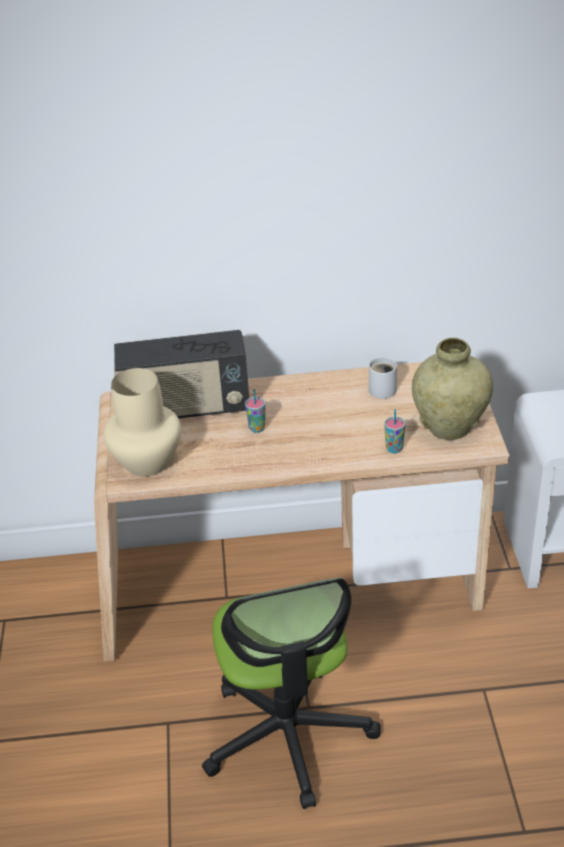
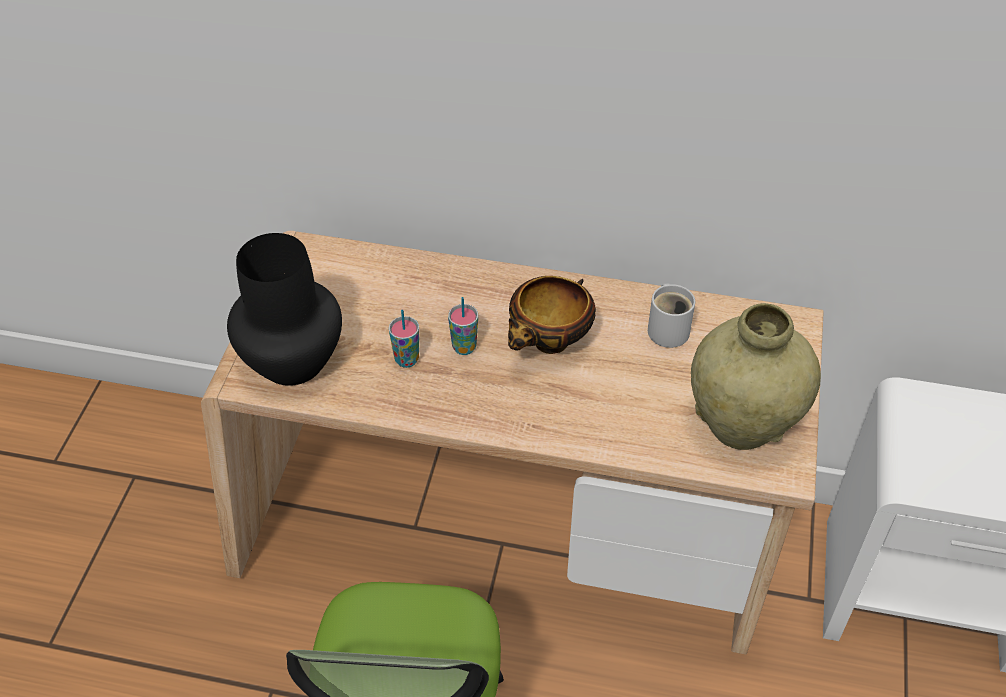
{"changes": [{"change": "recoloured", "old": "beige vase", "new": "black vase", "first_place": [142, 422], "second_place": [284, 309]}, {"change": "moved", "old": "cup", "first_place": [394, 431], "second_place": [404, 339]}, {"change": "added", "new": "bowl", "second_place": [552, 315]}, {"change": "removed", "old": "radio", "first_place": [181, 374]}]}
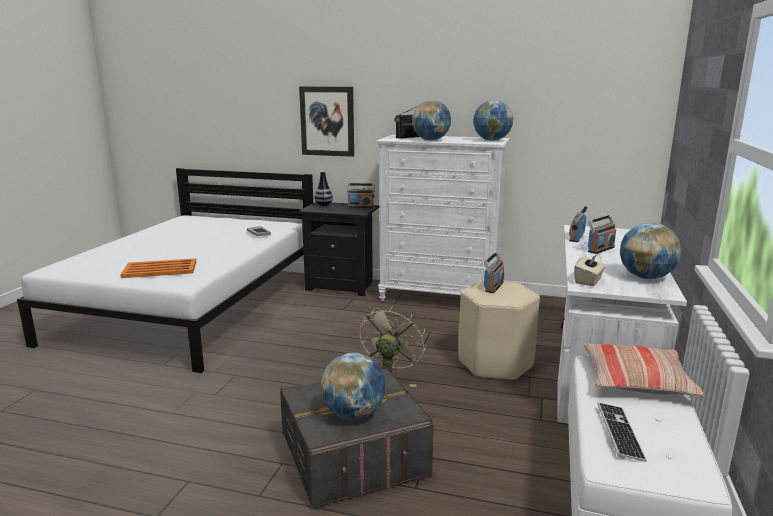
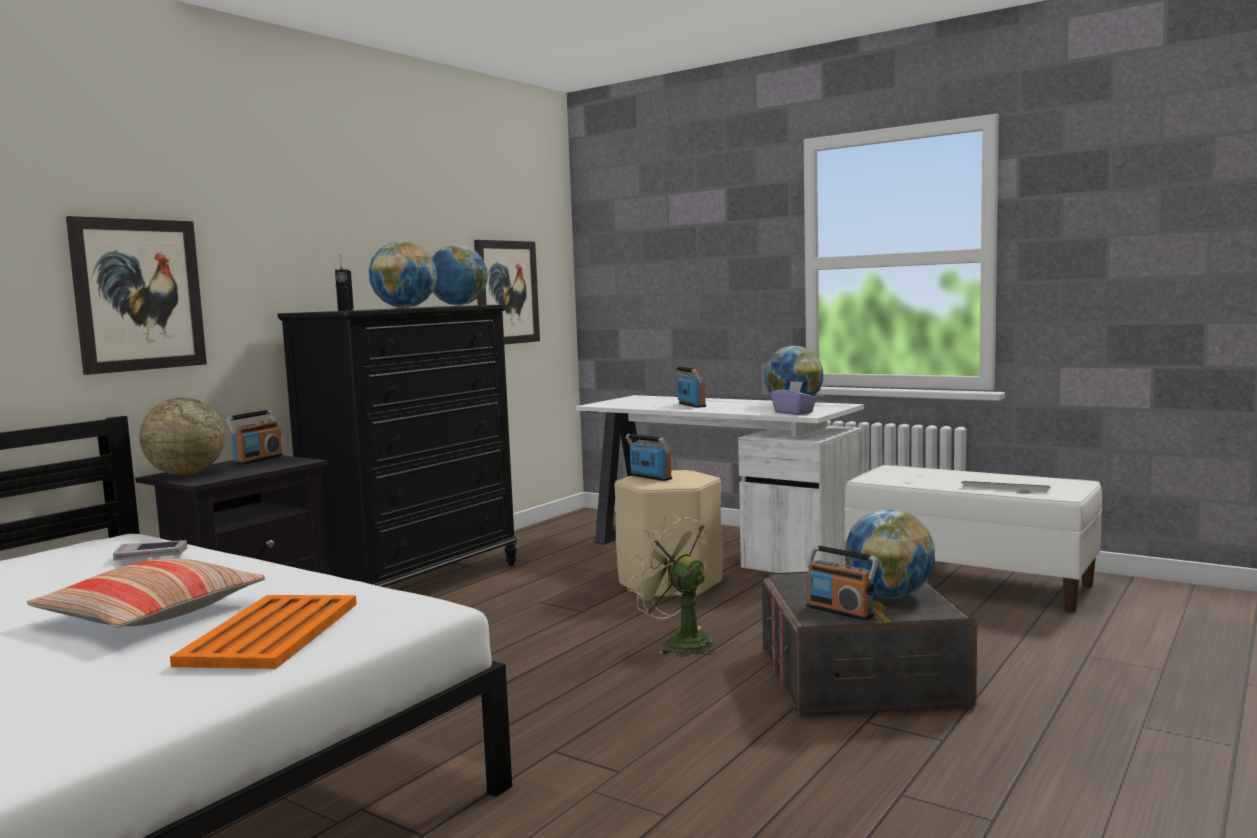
{"changes": [{"change": "moved", "old": "pillow", "first_place": [644, 369], "second_place": [145, 593]}, {"change": "replaced", "old": "vase", "new": "globe", "first_place": [323, 188], "second_place": [182, 436]}, {"change": "recoloured", "old": "white dresser", "new": "black dresser", "first_place": [443, 218], "second_place": [397, 445]}, {"change": "added", "new": "picture", "second_place": [507, 292]}, {"change": "recoloured", "old": "beige tissue box", "new": "purple tissue box", "first_place": [589, 269], "second_place": [794, 398]}, {"change": "moved", "old": "radio", "first_place": [578, 224], "second_place": [842, 583]}]}
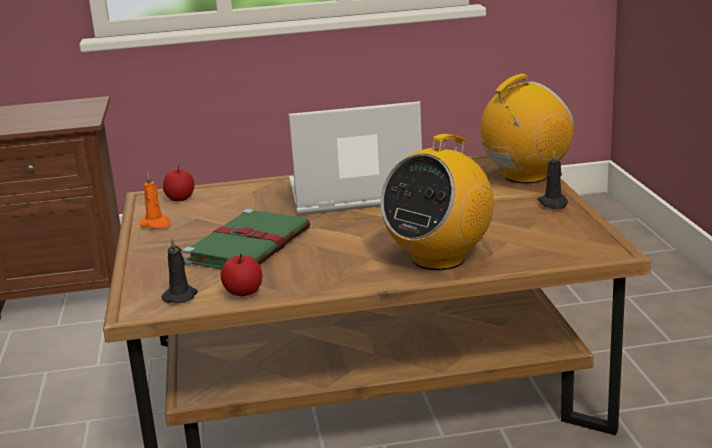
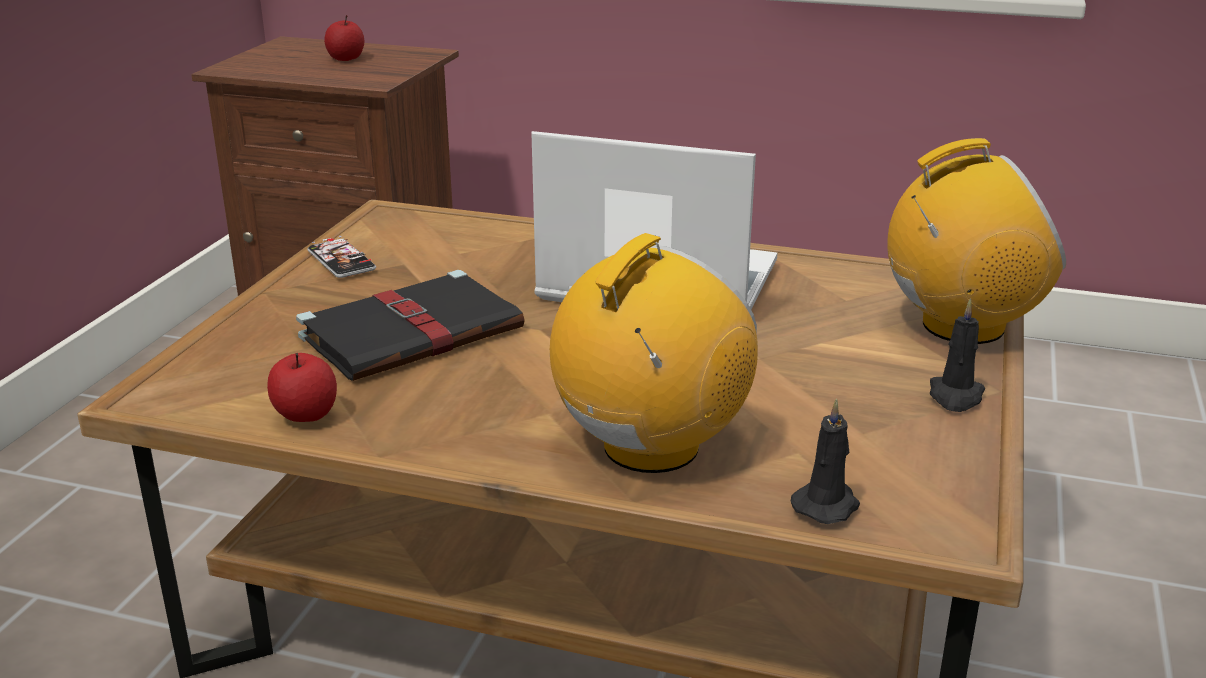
{"changes": [{"change": "recoloured", "old": "green book", "new": "black book", "first_place": [246, 239], "second_place": [410, 325]}, {"change": "replaced", "old": "orange candle", "new": "phone", "first_place": [155, 200], "second_place": [341, 257]}, {"change": "moved", "old": "apple", "first_place": [178, 183], "second_place": [344, 38]}, {"change": "turned", "old": "radio", "first_place": [437, 202], "second_place": [654, 353], "degrees": 150}, {"change": "moved", "old": "black candle", "first_place": [180, 270], "second_place": [825, 461]}]}
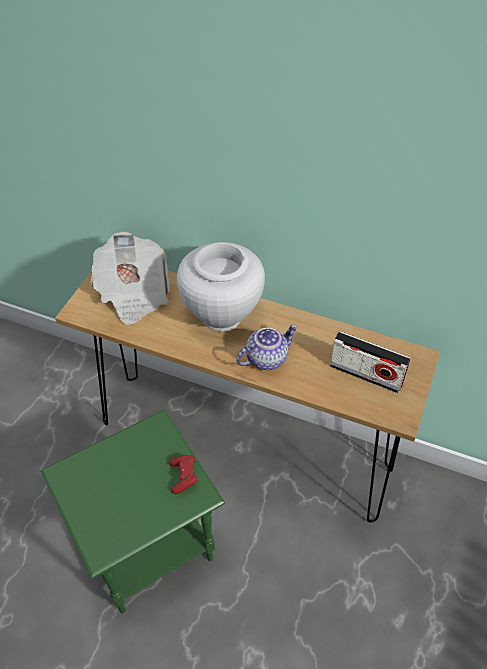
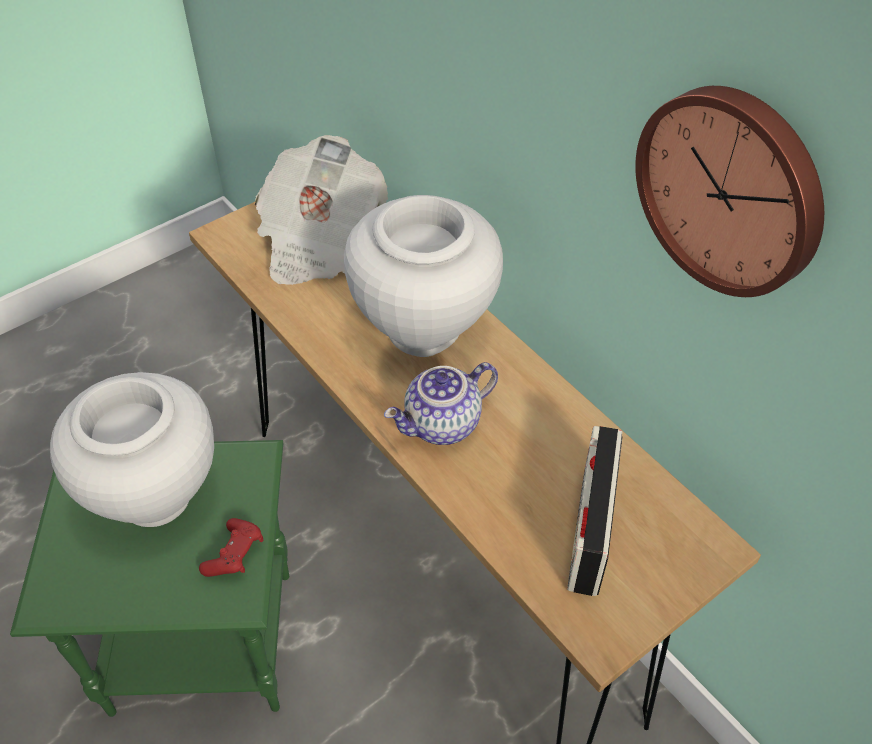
{"changes": [{"change": "added", "new": "white vase", "second_place": [132, 449]}, {"change": "turned", "old": "teapot", "first_place": [267, 347], "second_place": [441, 403], "degrees": 150}, {"change": "turned", "old": "radio", "first_place": [370, 362], "second_place": [594, 511], "degrees": 45}, {"change": "added", "new": "wall clock", "second_place": [729, 191]}]}
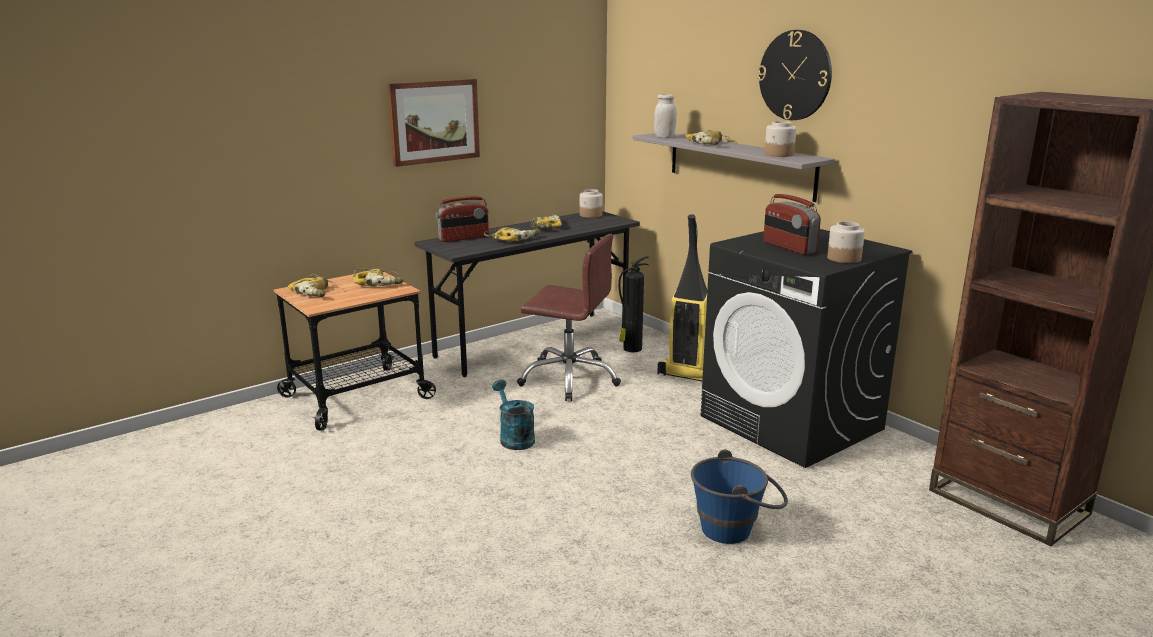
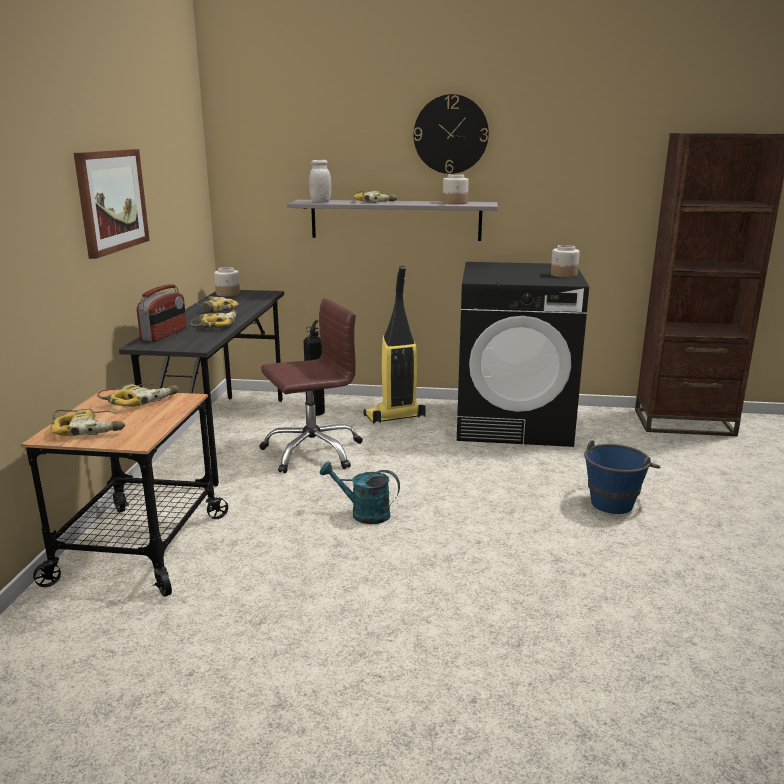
{"changes": [{"change": "removed", "old": "radio", "first_place": [792, 224]}]}
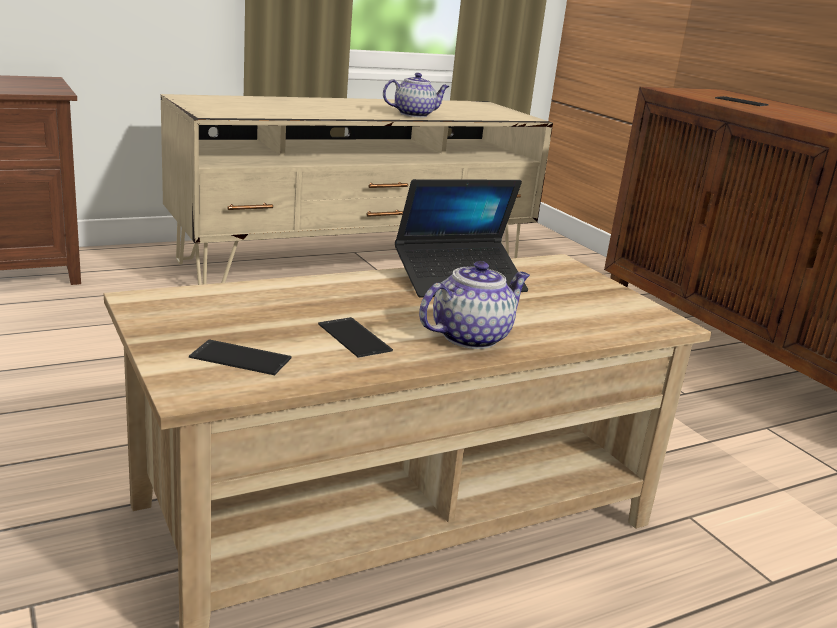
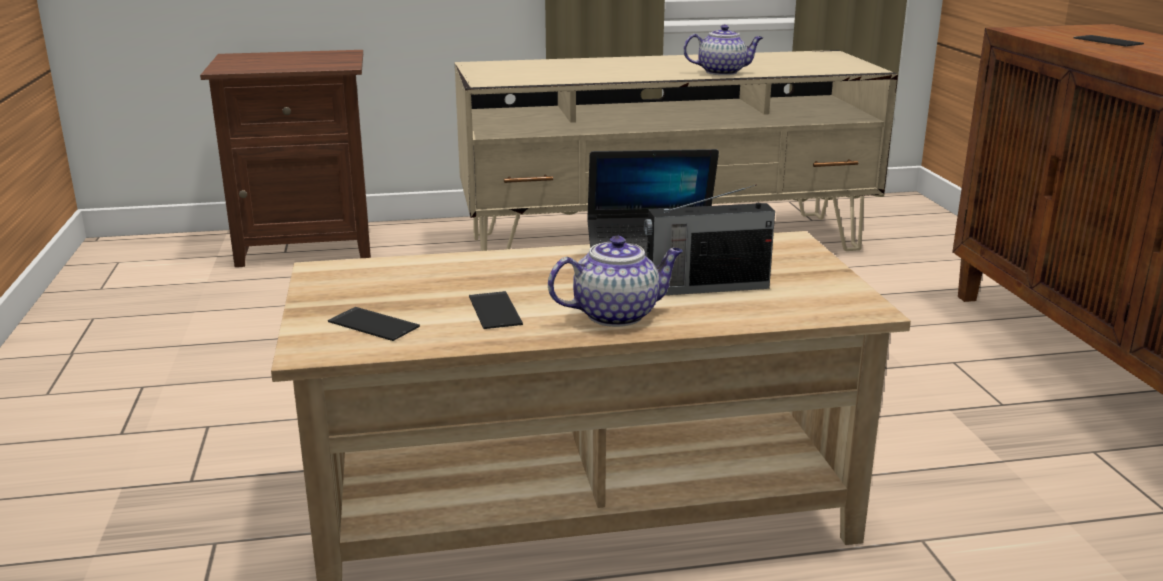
{"changes": [{"change": "added", "new": "radio", "second_place": [709, 240]}]}
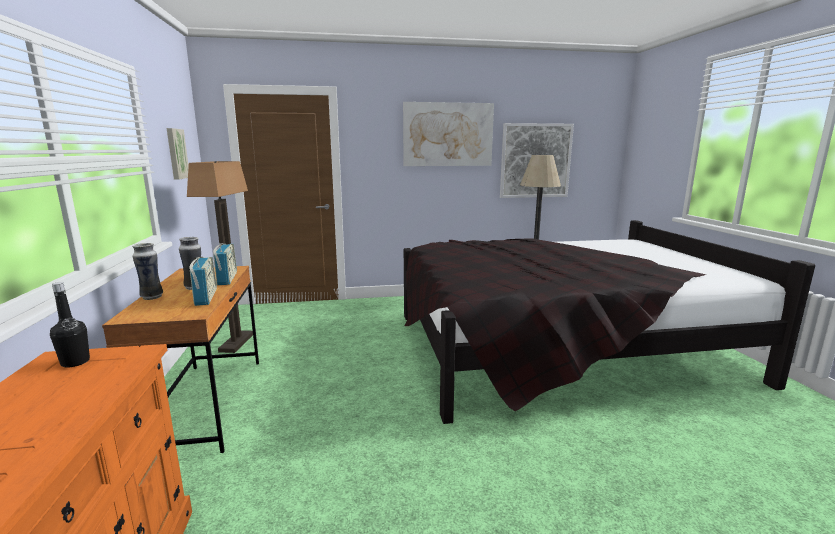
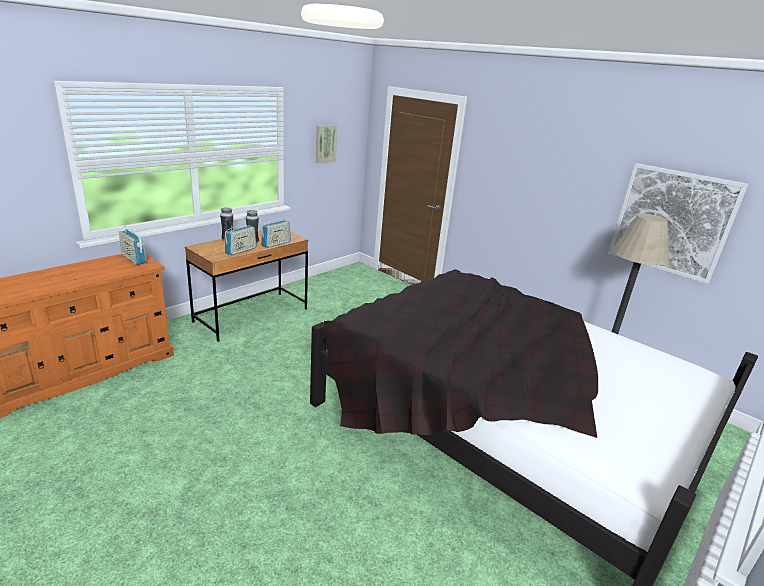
{"changes": [{"change": "replaced", "old": "black bottle", "new": "radio", "first_place": [70, 324], "second_place": [132, 246]}, {"change": "removed", "old": "floor lamp", "first_place": [220, 257]}, {"change": "removed", "old": "picture", "first_place": [448, 134]}]}
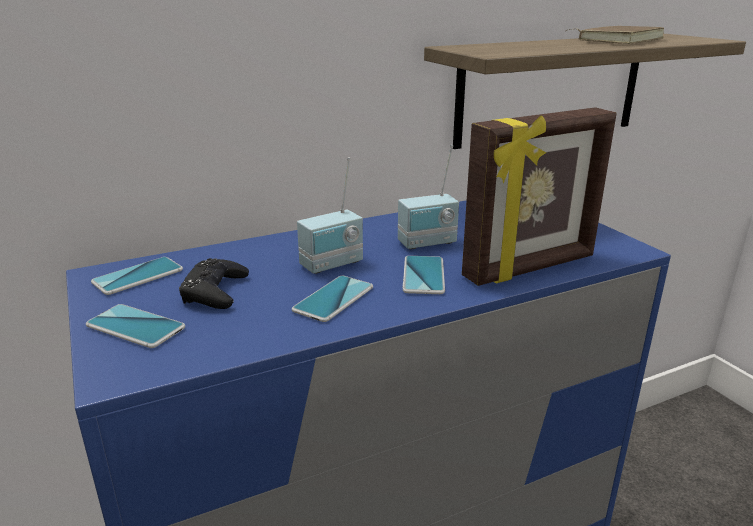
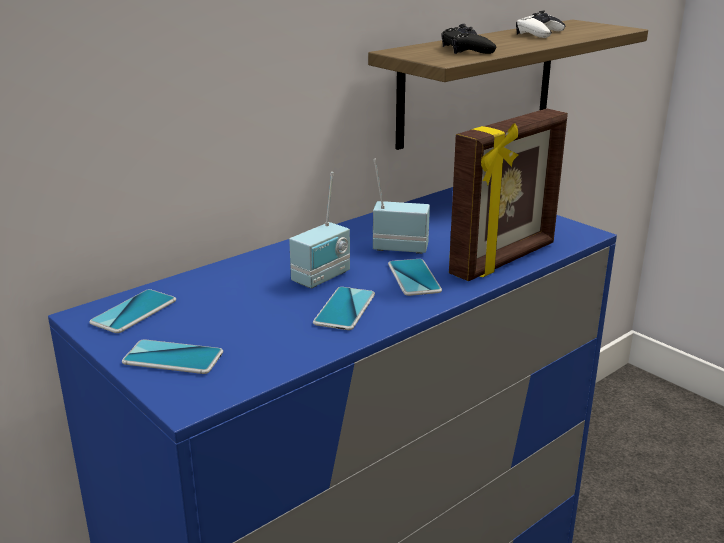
{"changes": [{"change": "turned", "old": "radio", "first_place": [428, 197], "second_place": [401, 206], "degrees": -135}, {"change": "moved", "old": "black game controller", "first_place": [214, 283], "second_place": [469, 39]}, {"change": "replaced", "old": "brown book", "new": "white game controller", "first_place": [615, 35], "second_place": [540, 24]}]}
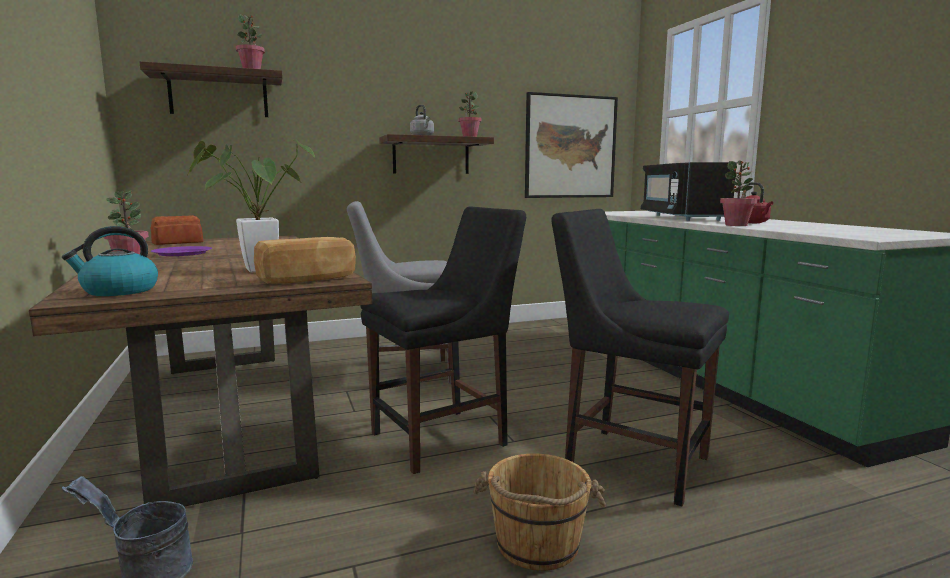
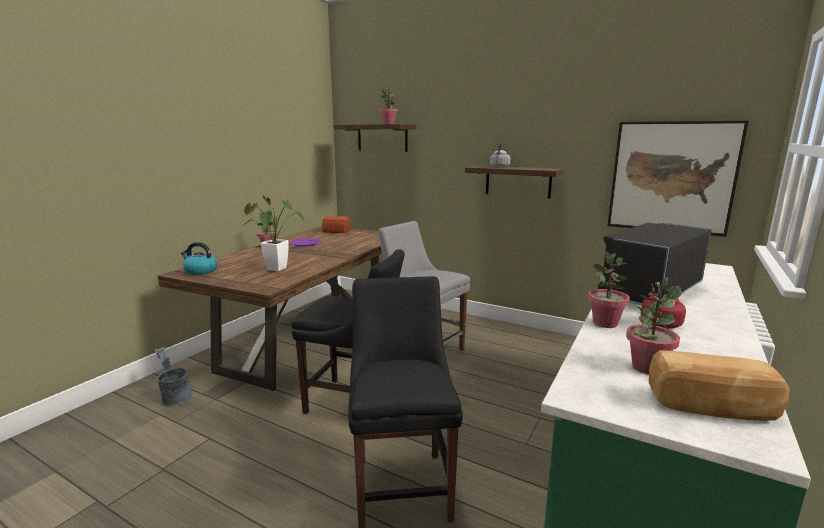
{"changes": [{"change": "moved", "old": "potted plant", "first_place": [469, 114], "second_place": [653, 328]}, {"change": "moved", "old": "bread", "first_place": [305, 260], "second_place": [719, 385]}, {"change": "removed", "old": "brown bucket", "first_place": [539, 512]}]}
